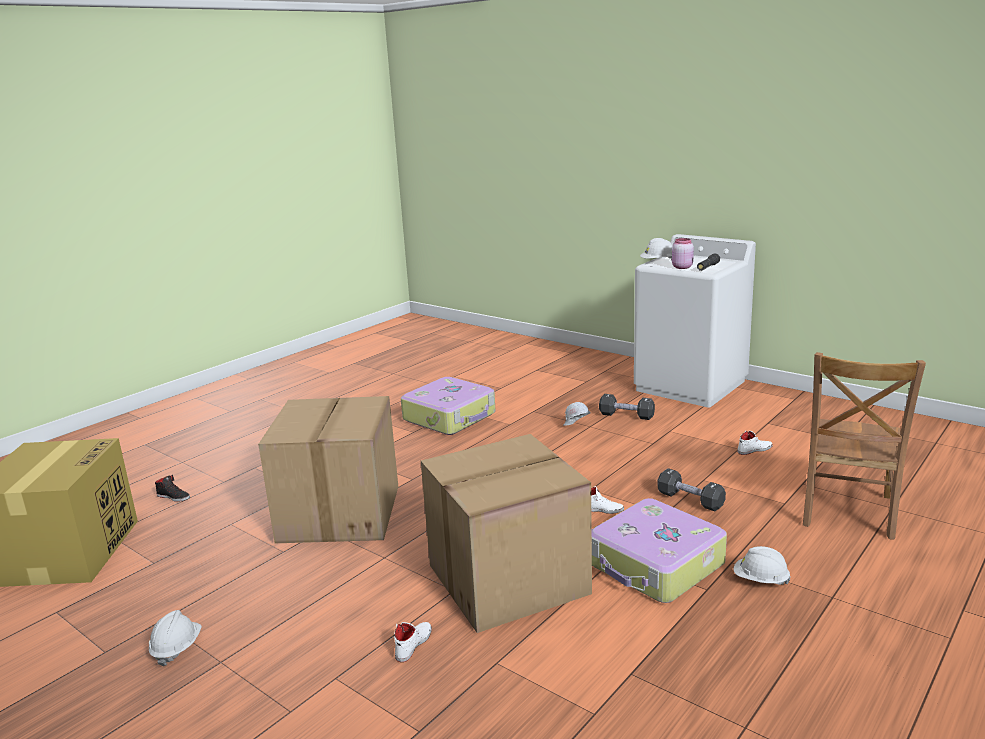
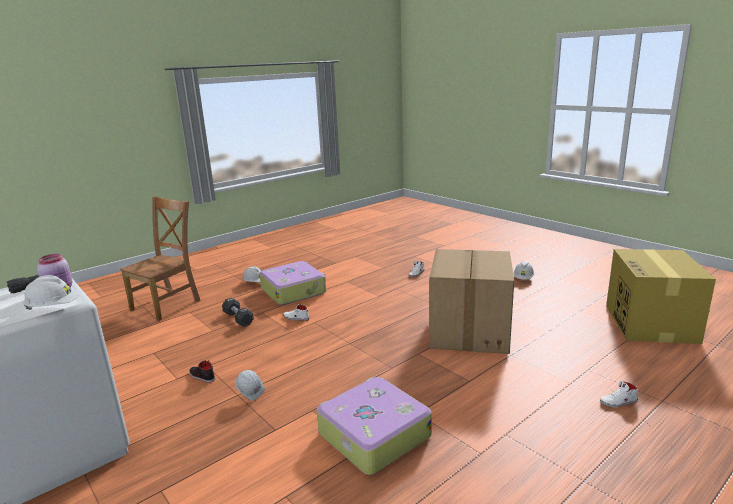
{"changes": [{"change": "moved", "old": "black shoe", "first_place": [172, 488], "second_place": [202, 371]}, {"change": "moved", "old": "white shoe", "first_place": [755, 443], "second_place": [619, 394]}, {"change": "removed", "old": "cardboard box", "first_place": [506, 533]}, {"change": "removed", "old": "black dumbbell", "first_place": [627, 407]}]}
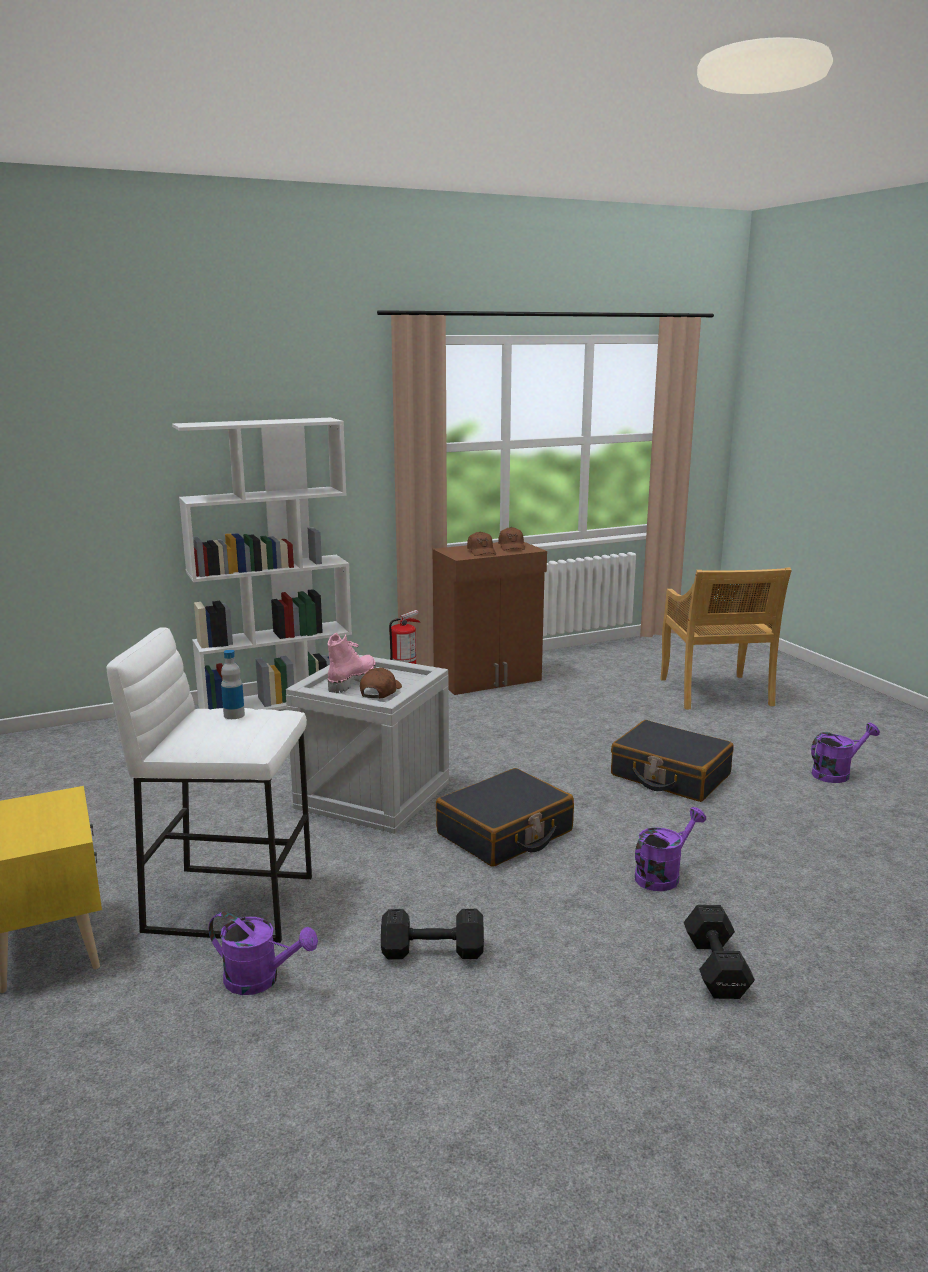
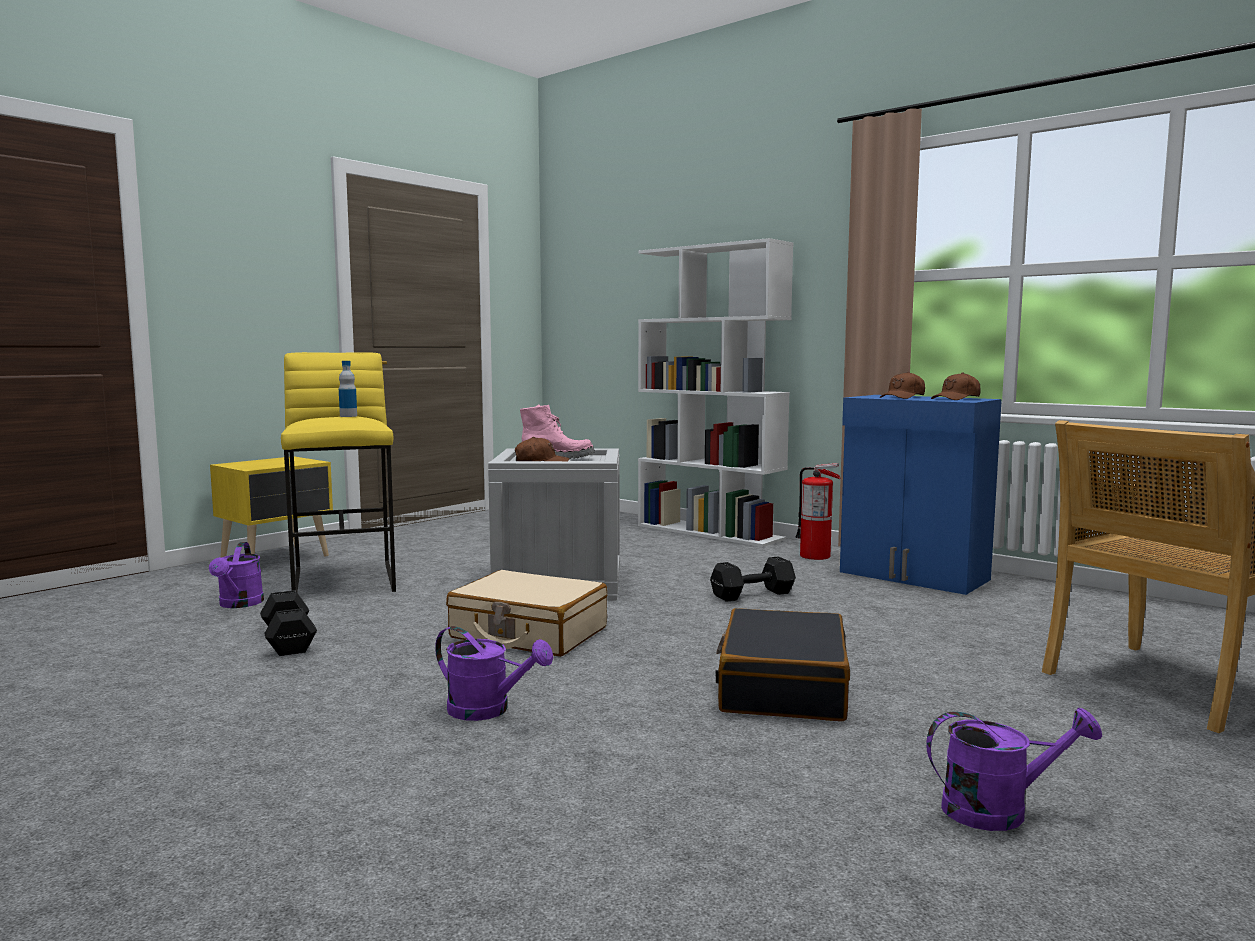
{"changes": [{"change": "recoloured", "old": "white stool", "new": "yellow stool", "first_place": [209, 785], "second_place": [338, 472]}, {"change": "recoloured", "old": "black suitcase", "new": "beige suitcase", "first_place": [505, 817], "second_place": [526, 613]}, {"change": "moved", "old": "black dumbbell", "first_place": [719, 952], "second_place": [753, 579]}, {"change": "recoloured", "old": "brown cabinet", "new": "blue cabinet", "first_place": [490, 618], "second_place": [921, 495]}, {"change": "turned", "old": "purple watering can", "first_place": [845, 753], "second_place": [1014, 769], "degrees": -45}]}
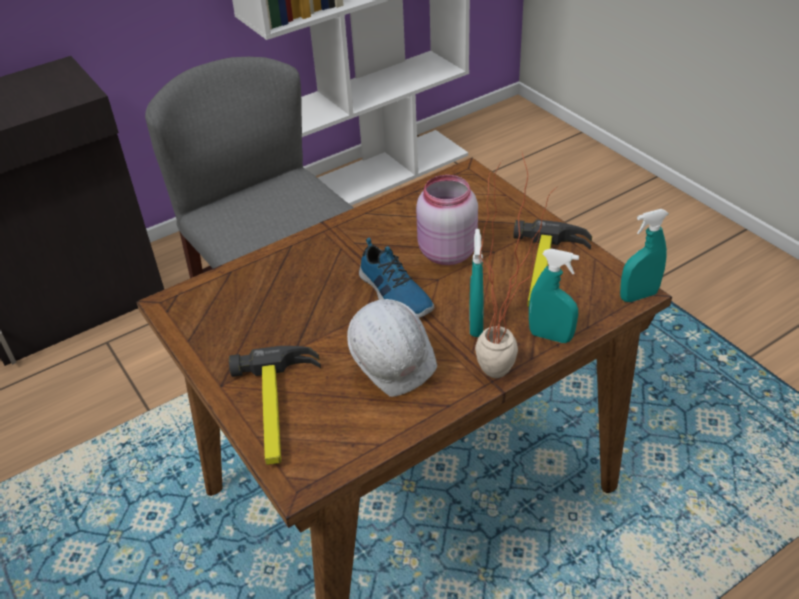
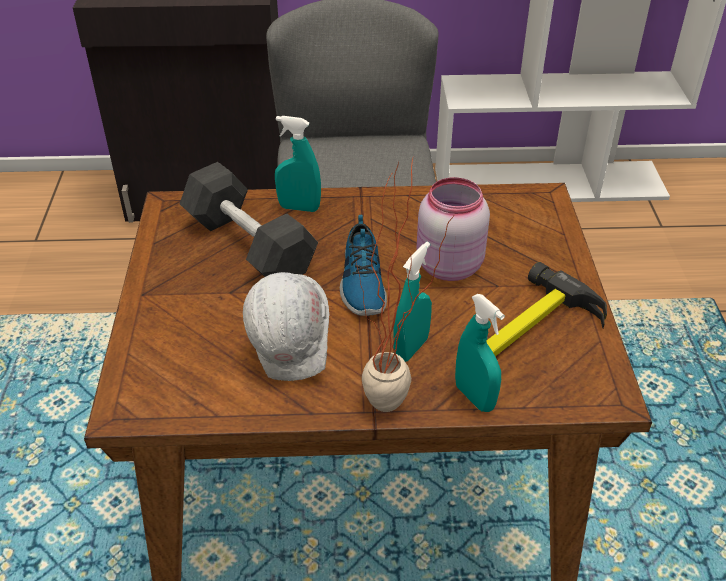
{"changes": [{"change": "added", "new": "black dumbbell", "second_place": [249, 219]}, {"change": "moved", "old": "turquoise spray bottle", "first_place": [644, 255], "second_place": [298, 164]}, {"change": "removed", "old": "hammer", "first_place": [275, 405]}]}
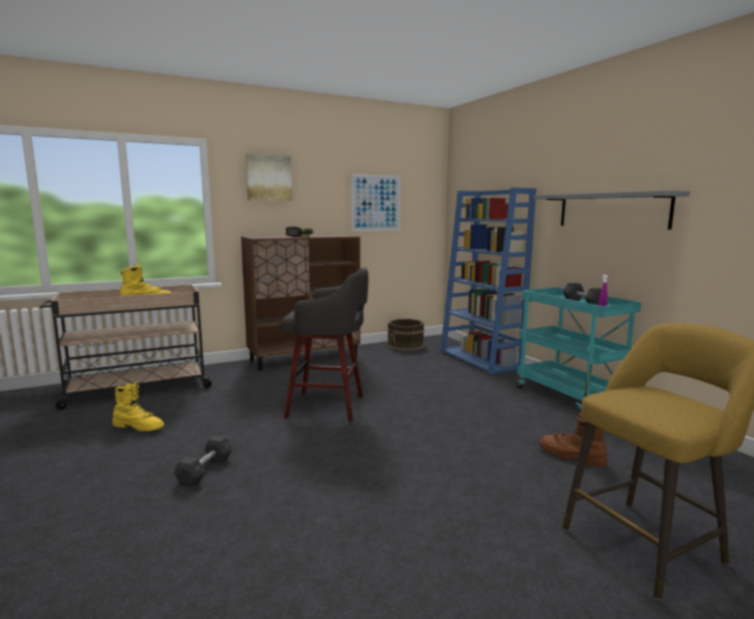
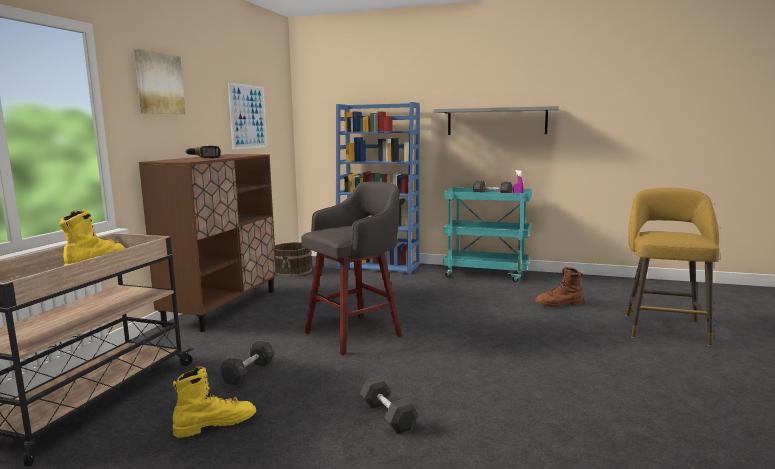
{"changes": [{"change": "added", "new": "grey dumbbell", "second_place": [247, 363]}]}
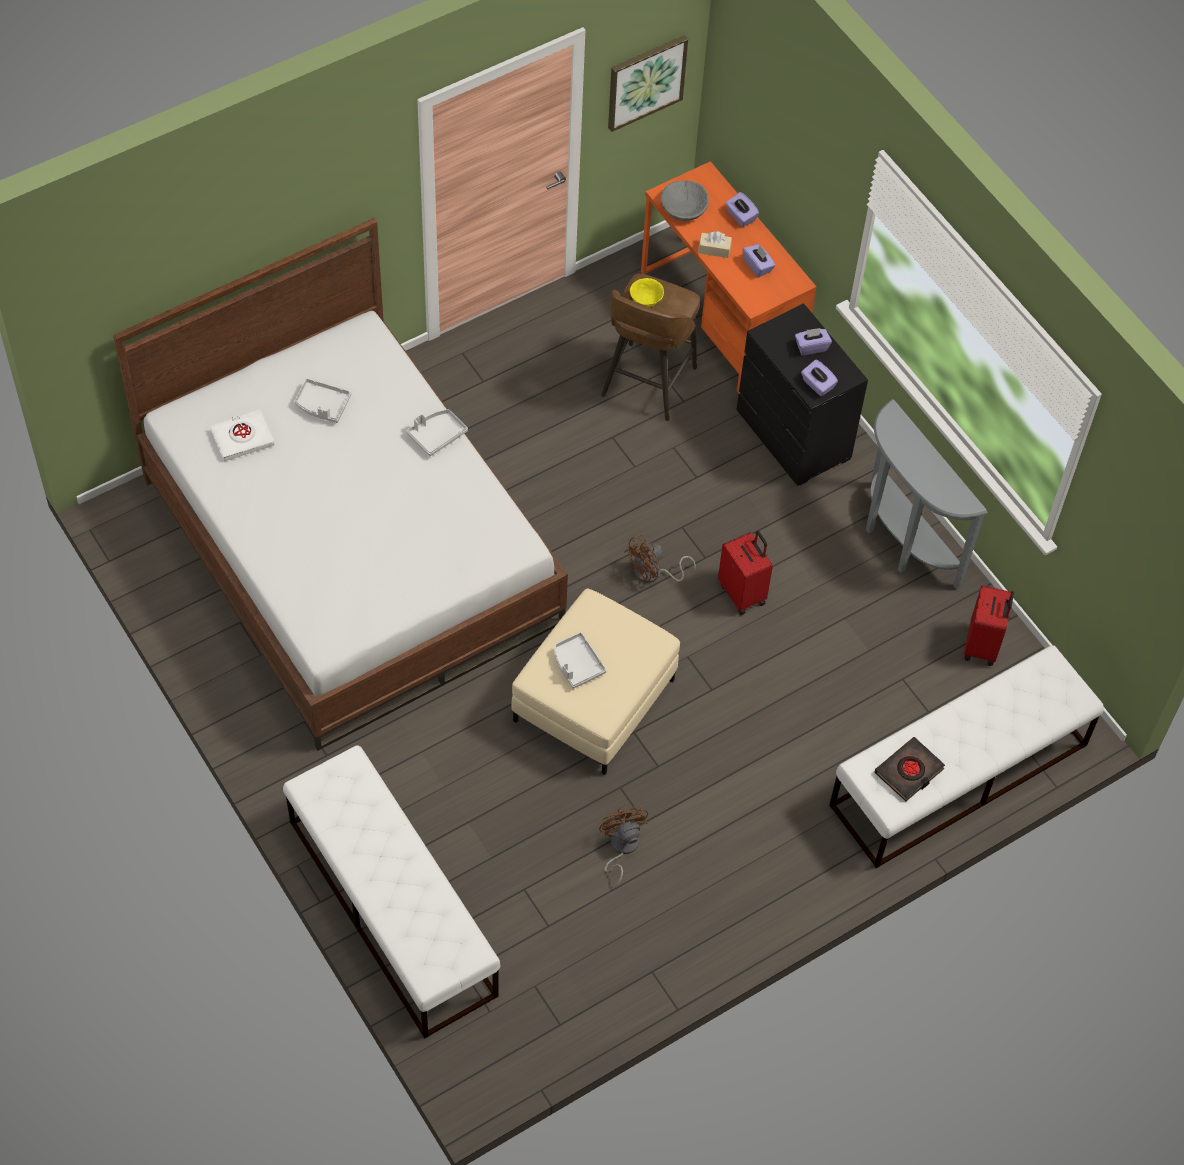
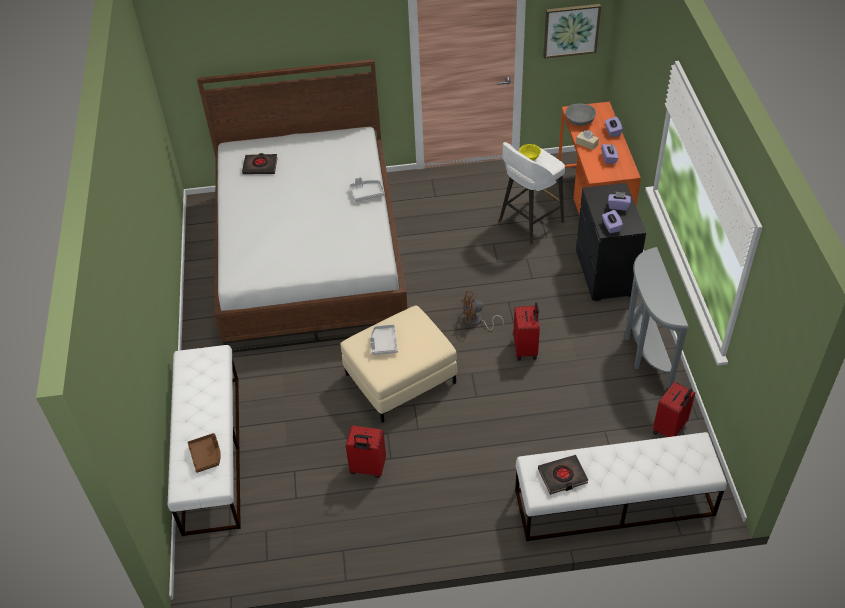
{"changes": [{"change": "added", "new": "brown tray", "second_place": [204, 453]}, {"change": "recoloured", "old": "white book", "new": "black book", "first_place": [242, 435], "second_place": [260, 163]}, {"change": "replaced", "old": "brown fan", "new": "red suitcase", "first_place": [623, 846], "second_place": [366, 452]}, {"change": "recoloured", "old": "brown stool", "new": "white stool", "first_place": [650, 347], "second_place": [532, 193]}, {"change": "removed", "old": "grey tray", "first_place": [323, 400]}]}
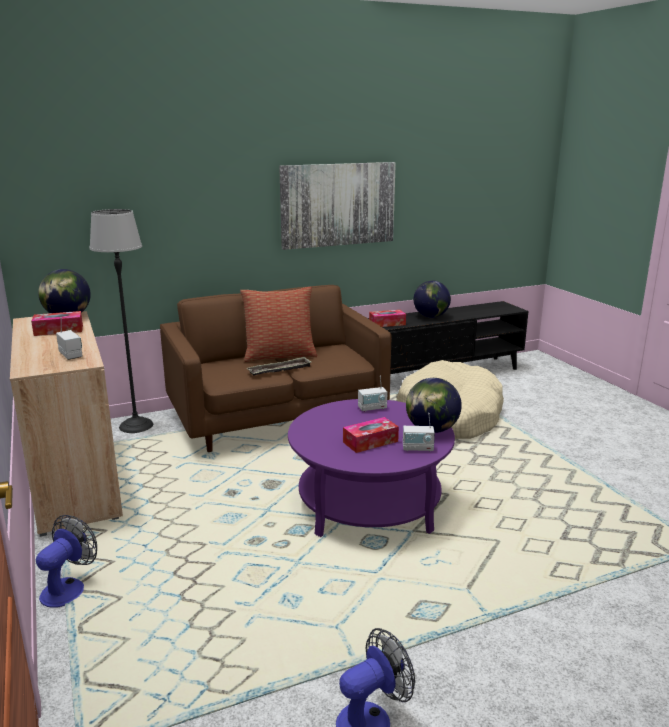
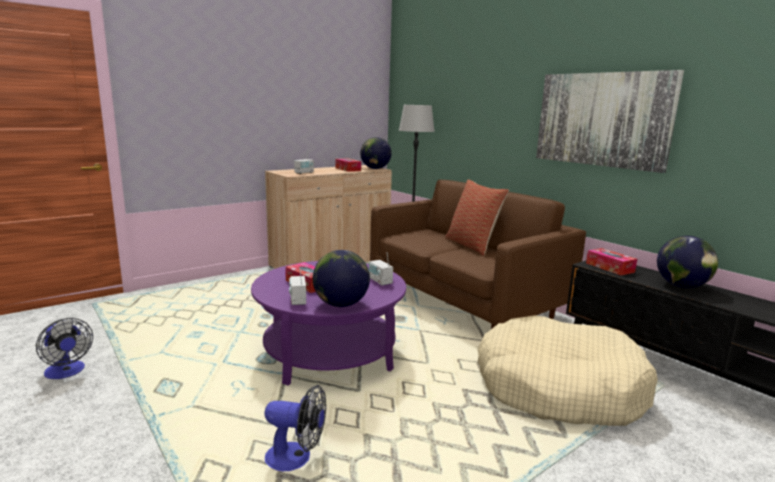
{"changes": [{"change": "moved", "old": "fan", "first_place": [66, 561], "second_place": [295, 428]}, {"change": "removed", "old": "tray", "first_place": [279, 366]}]}
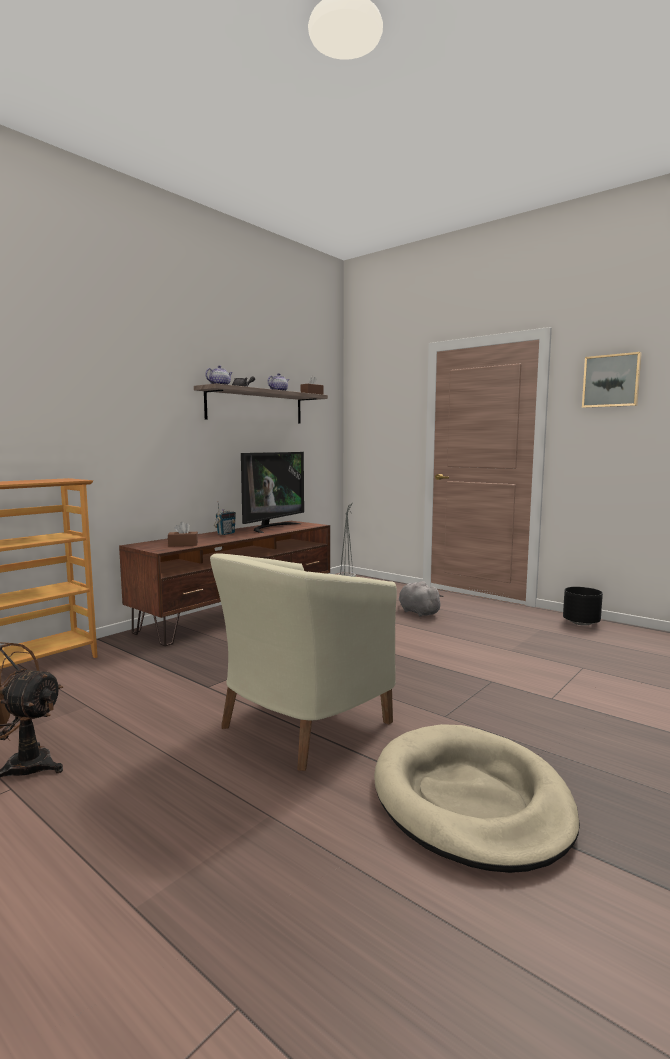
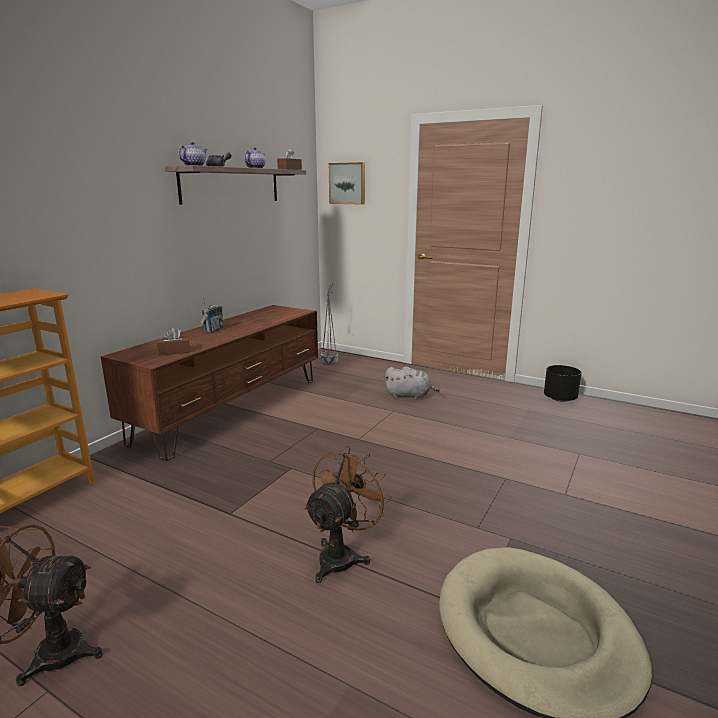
{"changes": [{"change": "replaced", "old": "beige armchair", "new": "brown fan", "first_place": [303, 662], "second_place": [348, 514]}, {"change": "moved", "old": "picture", "first_place": [612, 380], "second_place": [347, 183]}, {"change": "turned", "old": "grey plush toy", "first_place": [421, 599], "second_place": [412, 383], "degrees": 150}, {"change": "removed", "old": "television", "first_place": [272, 492]}]}
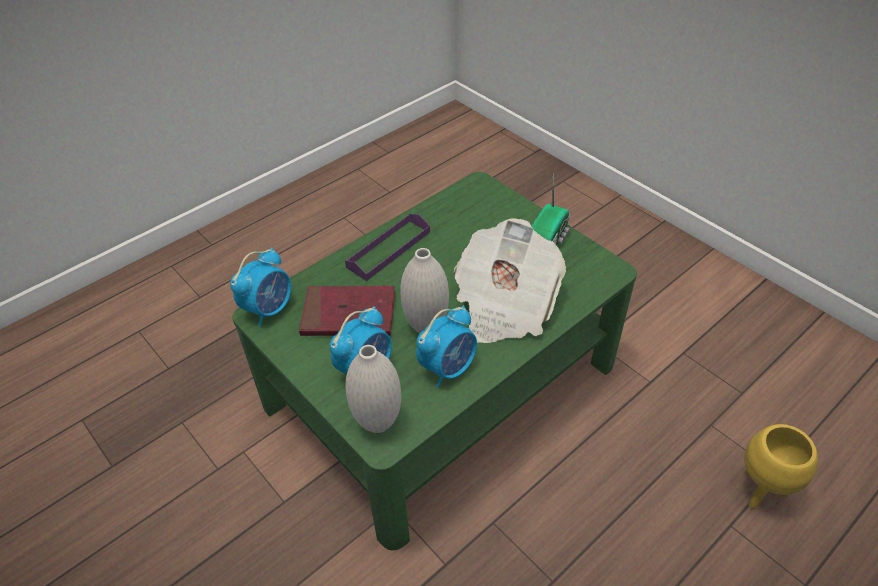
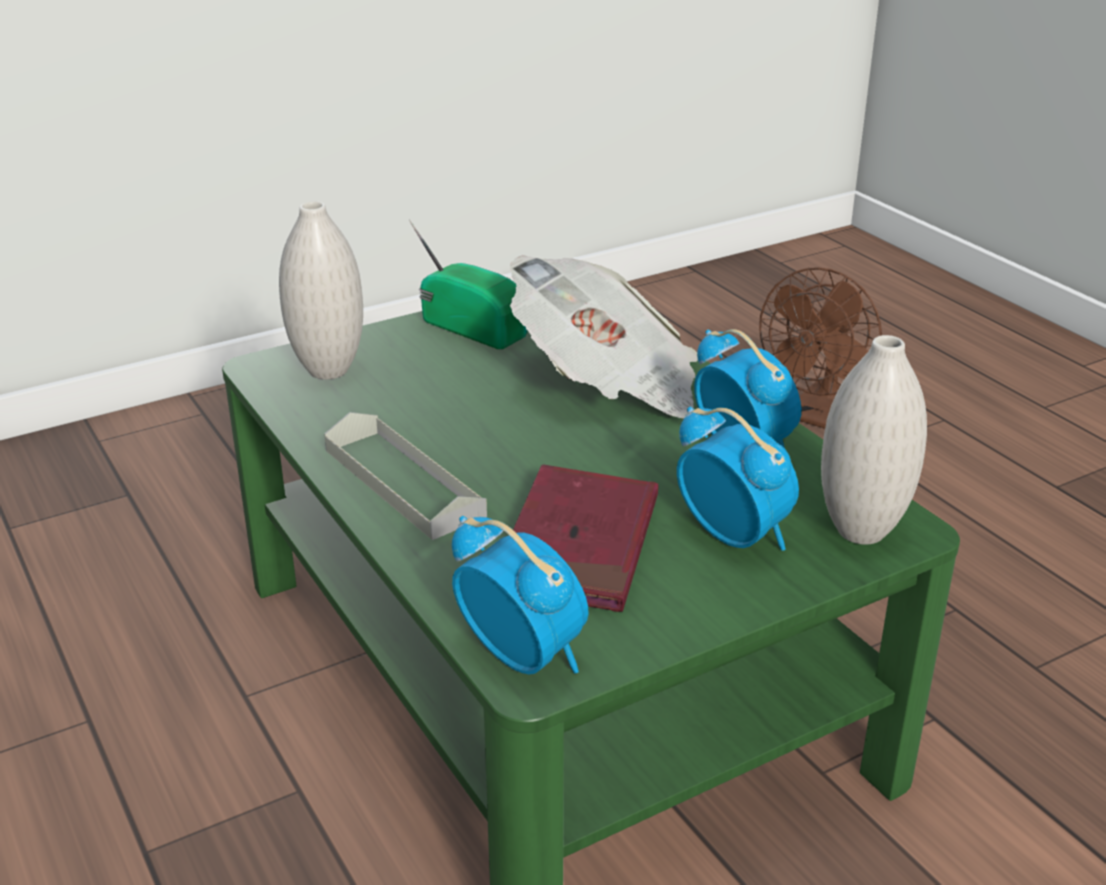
{"changes": [{"change": "moved", "old": "white vase", "first_place": [424, 290], "second_place": [321, 290]}, {"change": "recoloured", "old": "purple tray", "new": "grey tray", "first_place": [387, 247], "second_place": [405, 476]}, {"change": "replaced", "old": "yellow planter", "new": "brown fan", "first_place": [781, 466], "second_place": [820, 348]}]}
